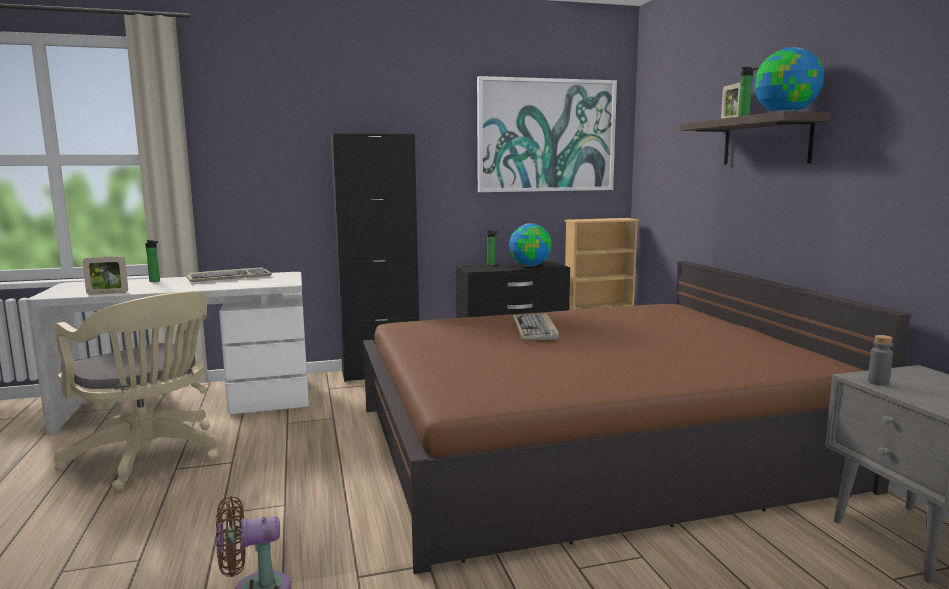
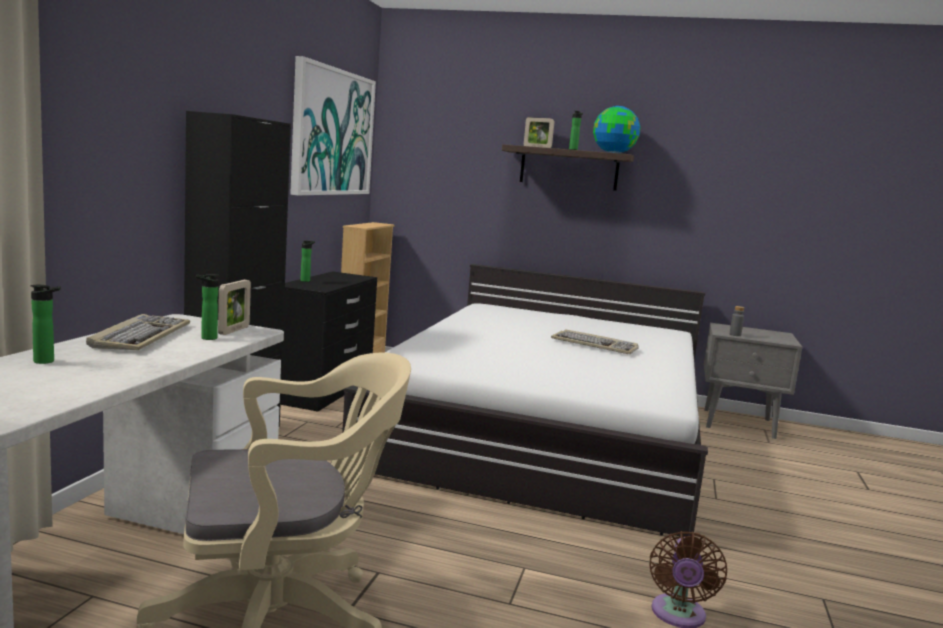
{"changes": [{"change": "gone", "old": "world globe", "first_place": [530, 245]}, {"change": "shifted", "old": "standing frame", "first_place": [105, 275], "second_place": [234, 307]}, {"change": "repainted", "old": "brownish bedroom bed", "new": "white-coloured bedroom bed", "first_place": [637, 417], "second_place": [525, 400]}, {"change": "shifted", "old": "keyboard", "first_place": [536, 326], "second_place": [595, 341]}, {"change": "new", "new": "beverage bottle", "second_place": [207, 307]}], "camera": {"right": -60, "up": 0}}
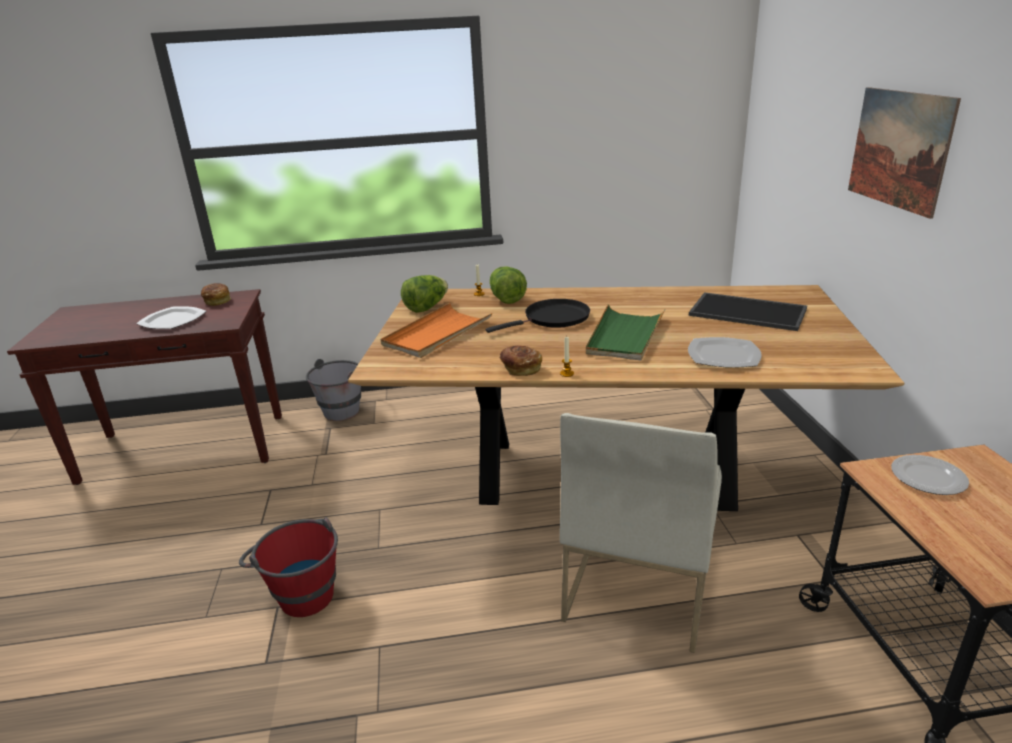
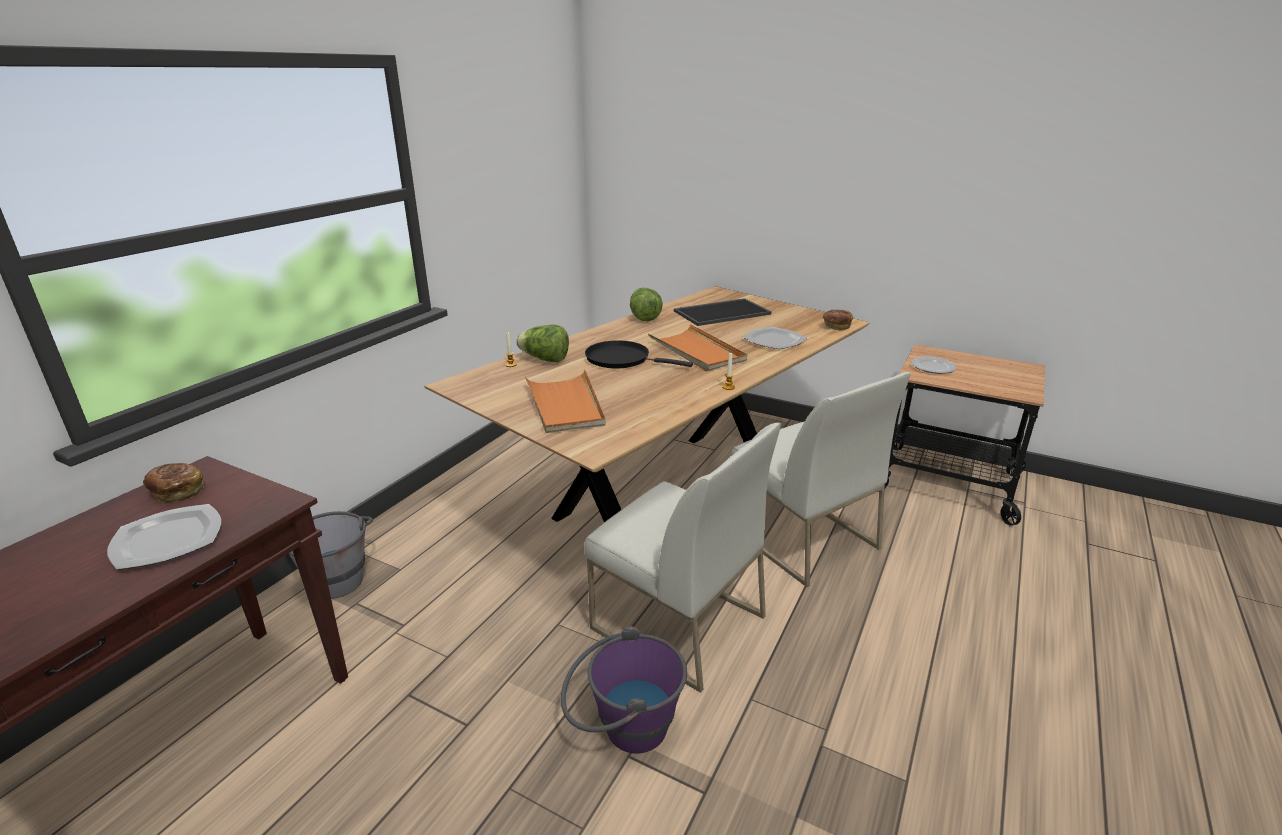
{"changes": [{"change": "gone", "old": "wall picture", "first_place": [904, 153]}, {"change": "shifted", "old": "head of lettuce", "first_place": [424, 294], "second_place": [646, 304]}, {"change": "rotated", "old": "blackish pan", "first_place": [538, 316], "second_place": [639, 354], "degrees": -75}, {"change": "repainted", "old": "greenish tray", "new": "orange-coloured tray", "first_place": [626, 332], "second_place": [697, 347]}, {"change": "shifted", "old": "baked bread", "first_place": [521, 361], "second_place": [838, 320]}, {"change": "repainted", "old": "reddish water bucket", "new": "purple-coloured water bucket", "first_place": [288, 567], "second_place": [624, 689]}, {"change": "new", "new": "white-coloured upright chair", "second_place": [682, 558]}], "camera": {"right": -55, "up": 0}}
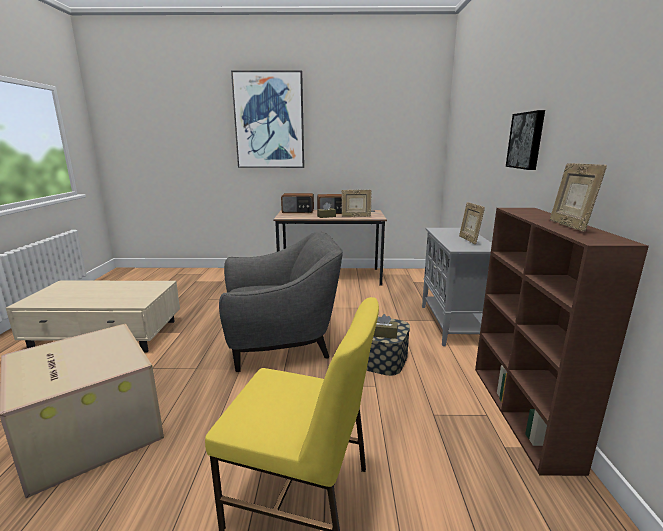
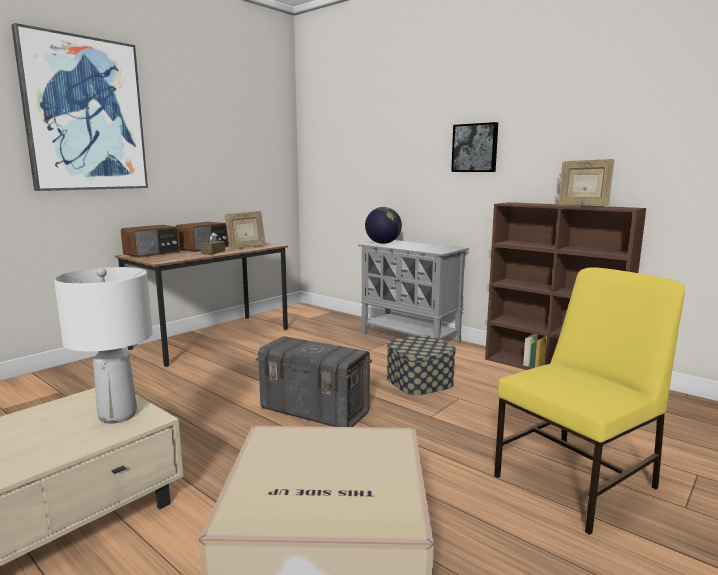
{"changes": [{"change": "gone", "old": "standing frame", "first_place": [472, 223]}, {"change": "swapped", "old": "grey armchair", "new": "grey storage container", "first_place": [281, 301], "second_place": [314, 381]}, {"change": "gone", "old": "brownish box of tissues", "first_place": [385, 326]}, {"change": "new", "new": "world globe", "second_place": [383, 225]}, {"change": "new", "new": "white-coloured lamp for a table", "second_place": [103, 345]}], "camera": {"right": -50, "up": -5}}
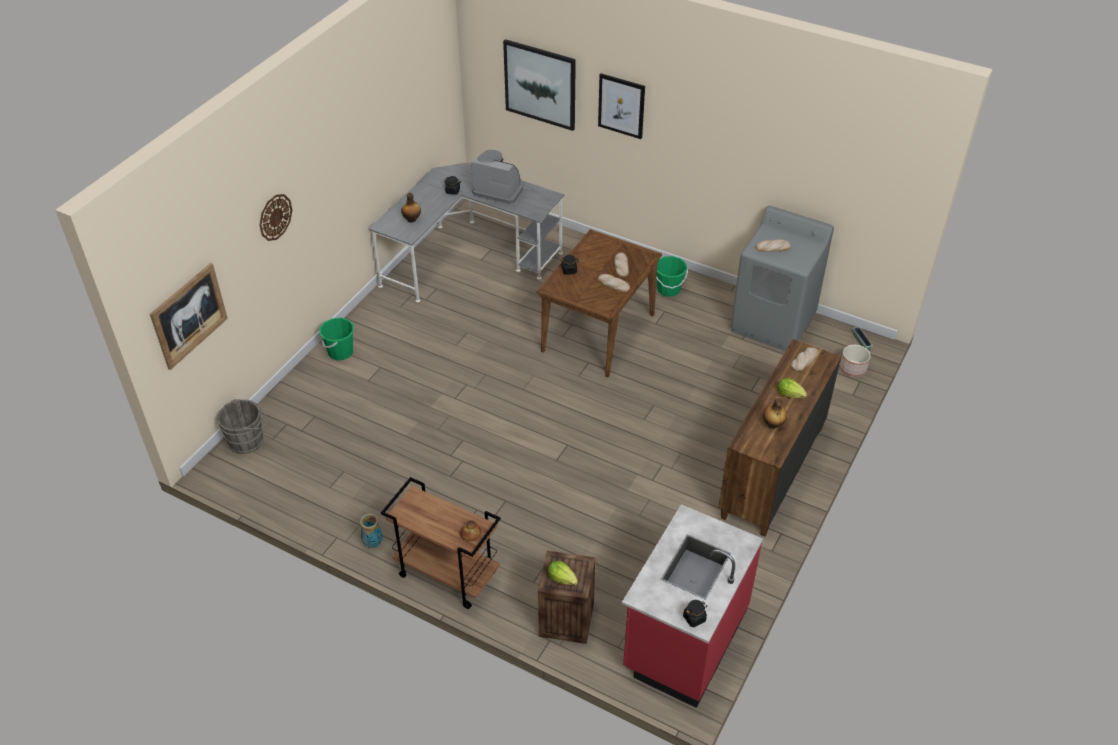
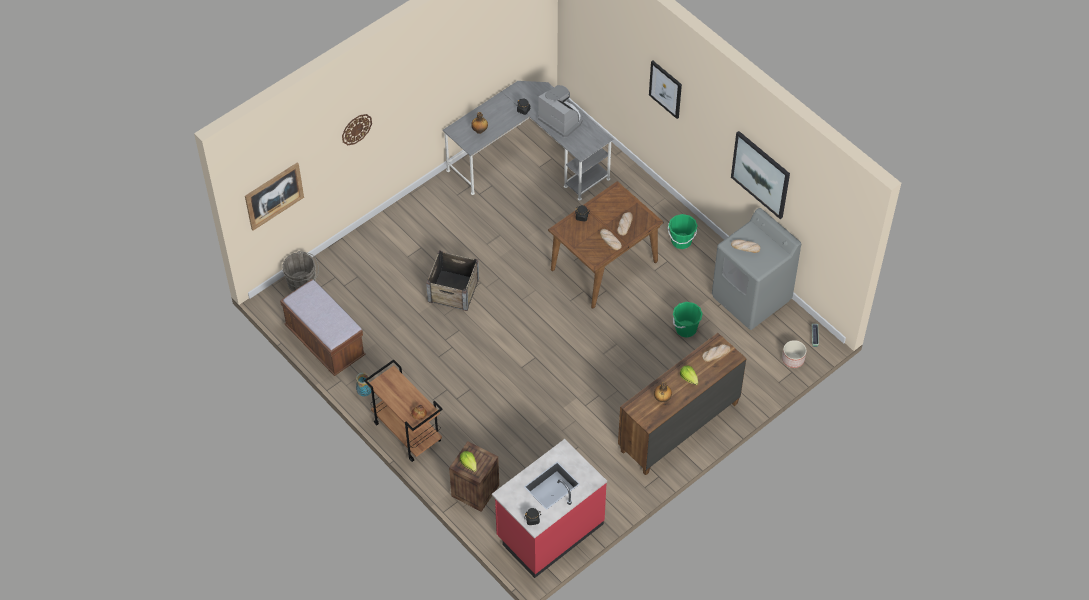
{"changes": [{"change": "shifted", "old": "wall picture", "first_place": [539, 85], "second_place": [760, 175]}, {"change": "shifted", "old": "greenish water bucket", "first_place": [336, 339], "second_place": [688, 320]}, {"change": "new", "new": "packing crate", "second_place": [452, 281]}, {"change": "new", "new": "brownish indoor bench", "second_place": [323, 327]}], "camera": {"right": 20, "up": 10}}
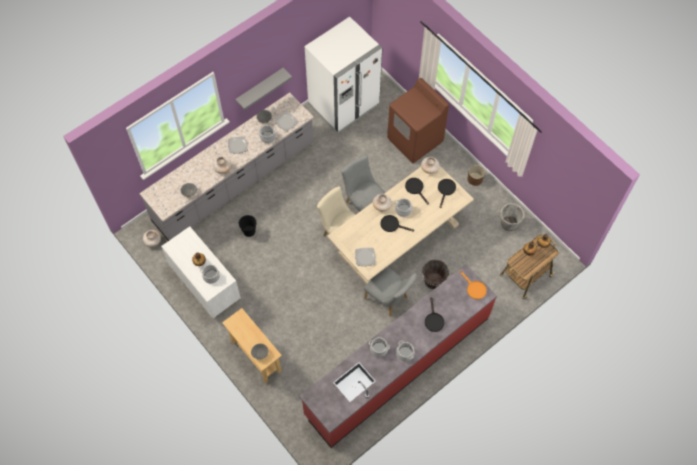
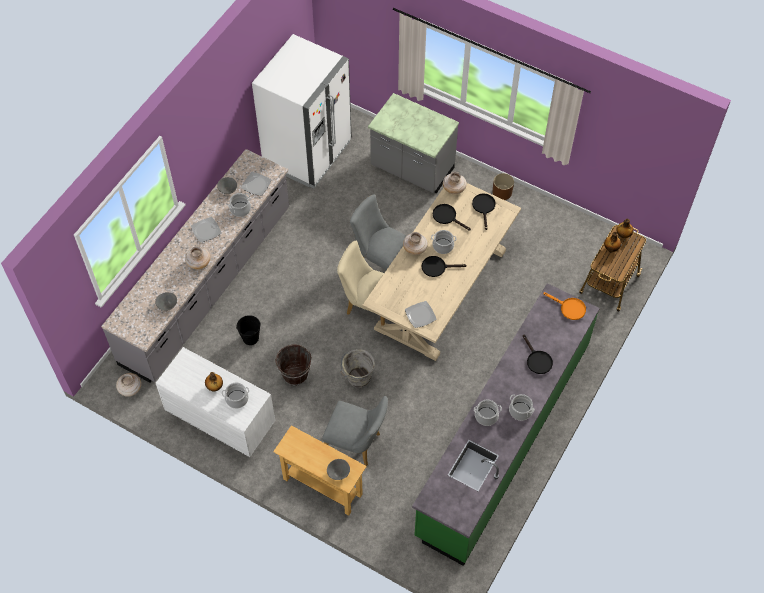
{"changes": [{"change": "gone", "old": "grey bracket shelf", "first_place": [263, 89]}, {"change": "swapped", "old": "brownish laundry appliance", "new": "grey counter", "first_place": [418, 120], "second_place": [413, 143]}, {"change": "shifted", "old": "grey water bucket", "first_place": [511, 217], "second_place": [357, 368]}, {"change": "shifted", "old": "brownish water bucket", "first_place": [436, 275], "second_place": [293, 365]}, {"change": "repainted", "old": "reddish counter", "new": "greenish counter", "first_place": [398, 356], "second_place": [506, 424]}, {"change": "shifted", "old": "grey upright chair", "first_place": [390, 292], "second_place": [355, 431]}], "camera": {"right": -20, "up": -5}}
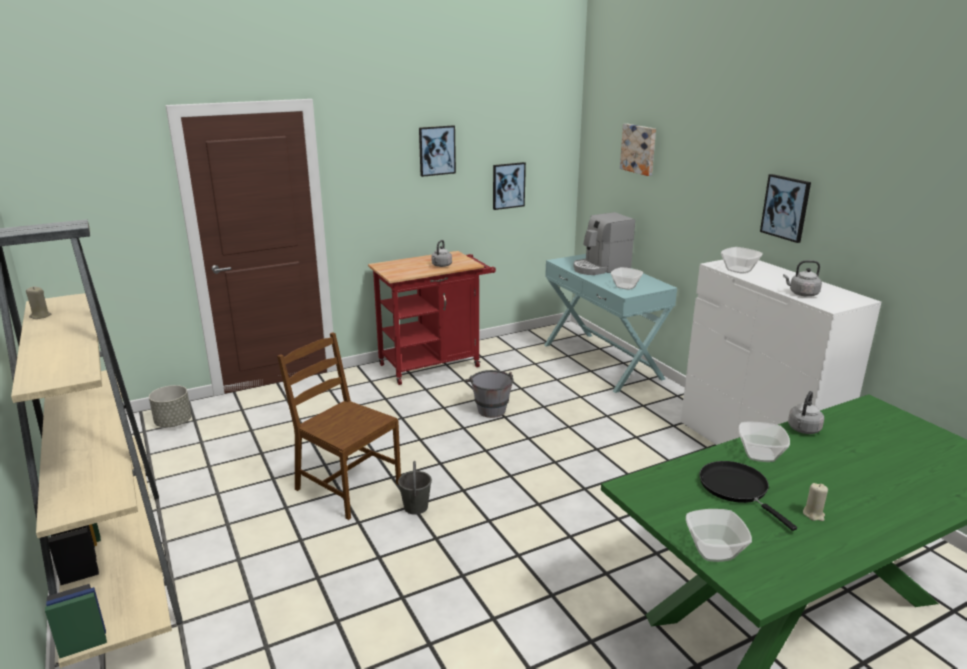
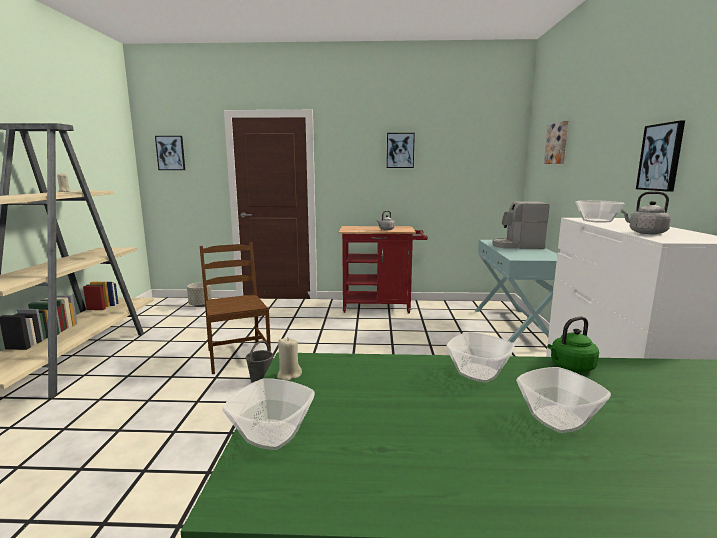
{"changes": [{"change": "shifted", "old": "wall picture", "first_place": [509, 186], "second_place": [170, 153]}, {"change": "shifted", "old": "bowl", "first_place": [627, 278], "second_place": [563, 400]}, {"change": "gone", "old": "grey water bucket", "first_place": [489, 394]}, {"change": "repainted", "old": "grey tea kettle", "new": "greenish tea kettle", "first_place": [806, 412], "second_place": [573, 344]}, {"change": "gone", "old": "blackish pan", "first_place": [748, 496]}, {"change": "shifted", "old": "beige-coloured wax light", "first_place": [815, 502], "second_place": [289, 359]}], "camera": {"right": 30, "up": -10}}
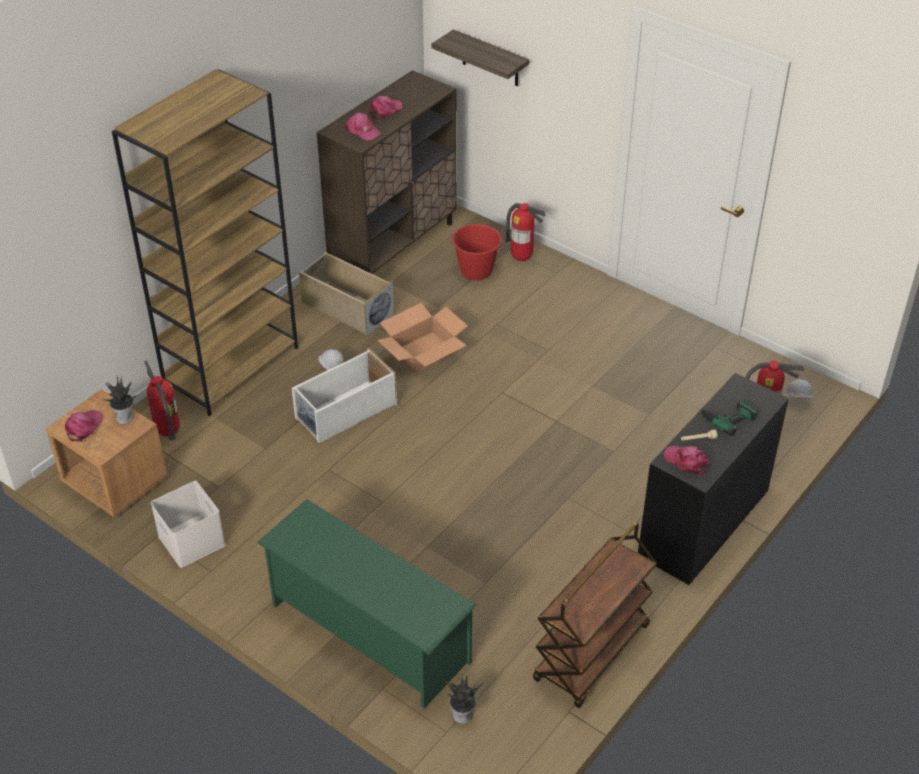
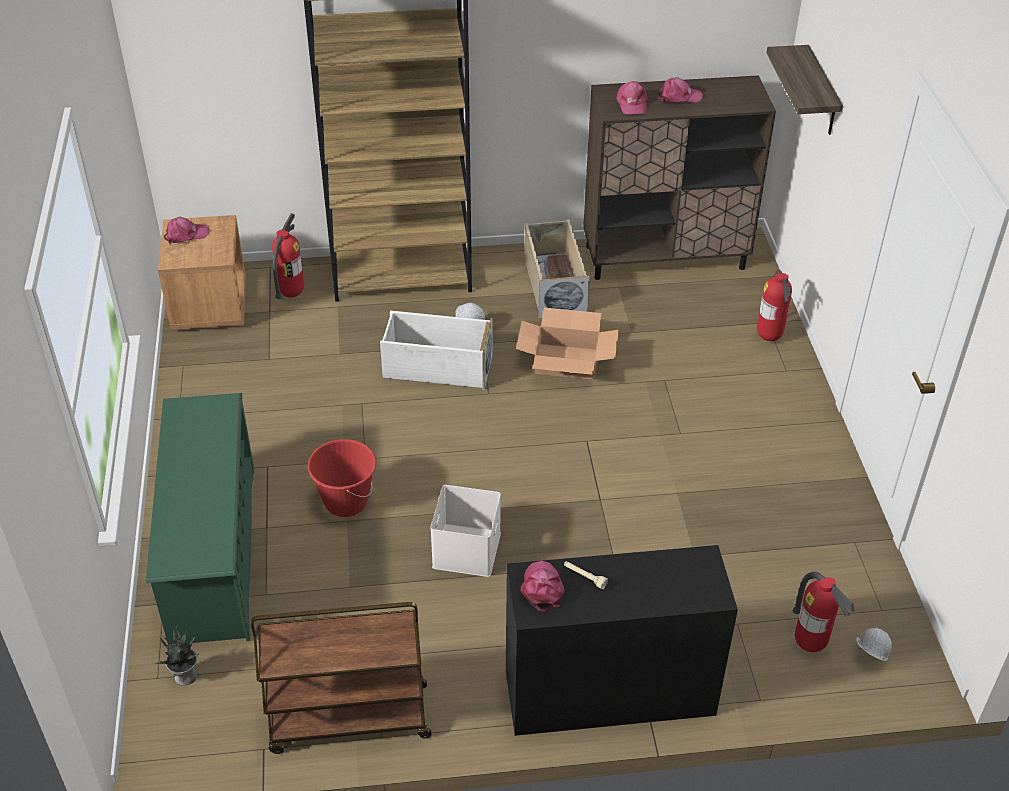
{"changes": [{"change": "shifted", "old": "reddish water bucket", "first_place": [477, 252], "second_place": [341, 478]}, {"change": "gone", "old": "houseplant", "first_place": [120, 399]}, {"change": "gone", "old": "power drill", "first_place": [726, 418]}, {"change": "shifted", "old": "white-coloured storage container", "first_place": [188, 524], "second_place": [465, 531]}], "camera": {"right": 45, "up": 0}}
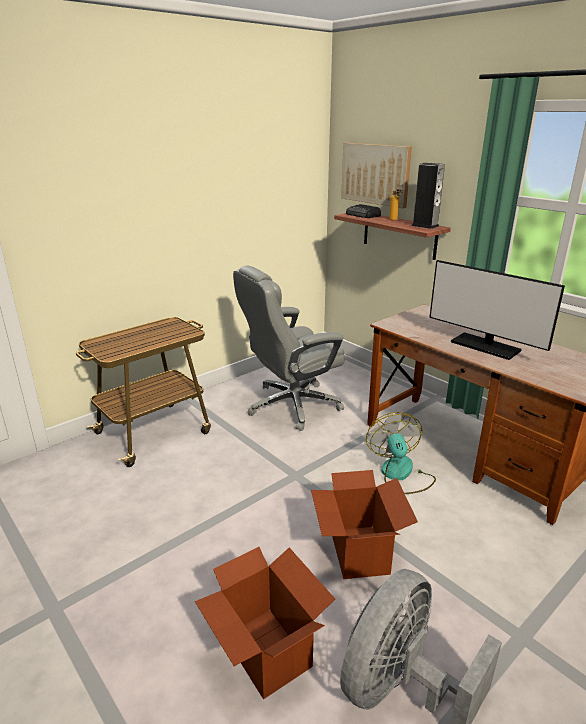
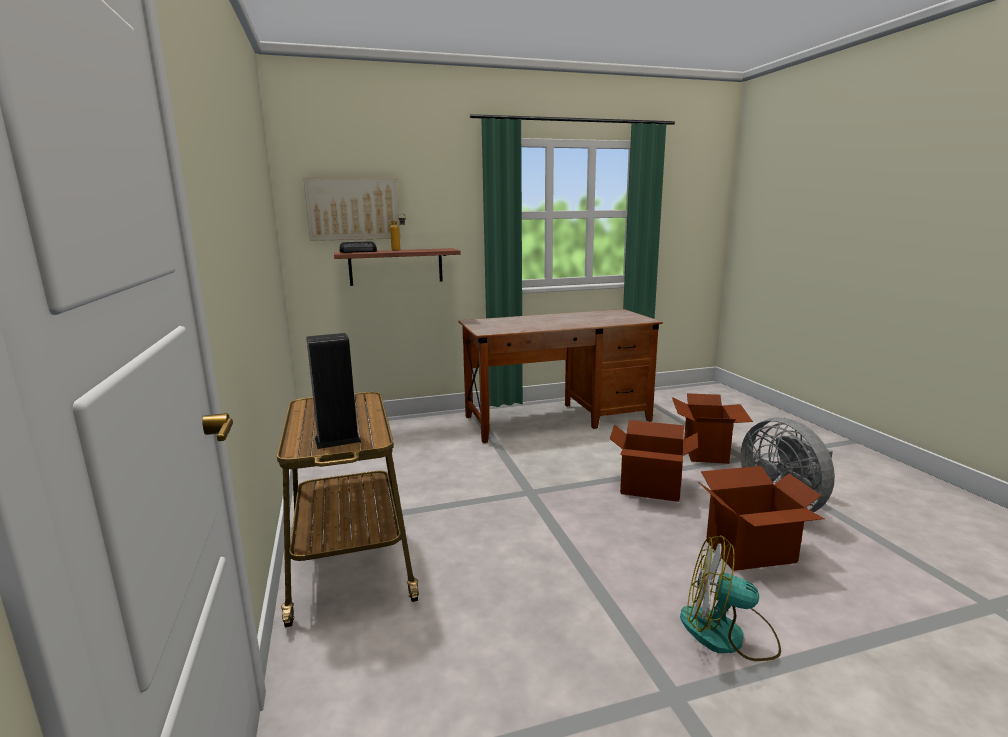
{"changes": [{"change": "shifted", "old": "loudspeaker", "first_place": [428, 196], "second_place": [333, 391]}, {"change": "gone", "old": "computer screen", "first_place": [497, 310]}, {"change": "gone", "old": "grey office chair", "first_place": [289, 348]}, {"change": "shifted", "old": "electric fan", "first_place": [401, 453], "second_place": [730, 598]}, {"change": "new", "new": "cardboard box", "second_place": [712, 428]}], "camera": {"right": -65, "up": -10}}
